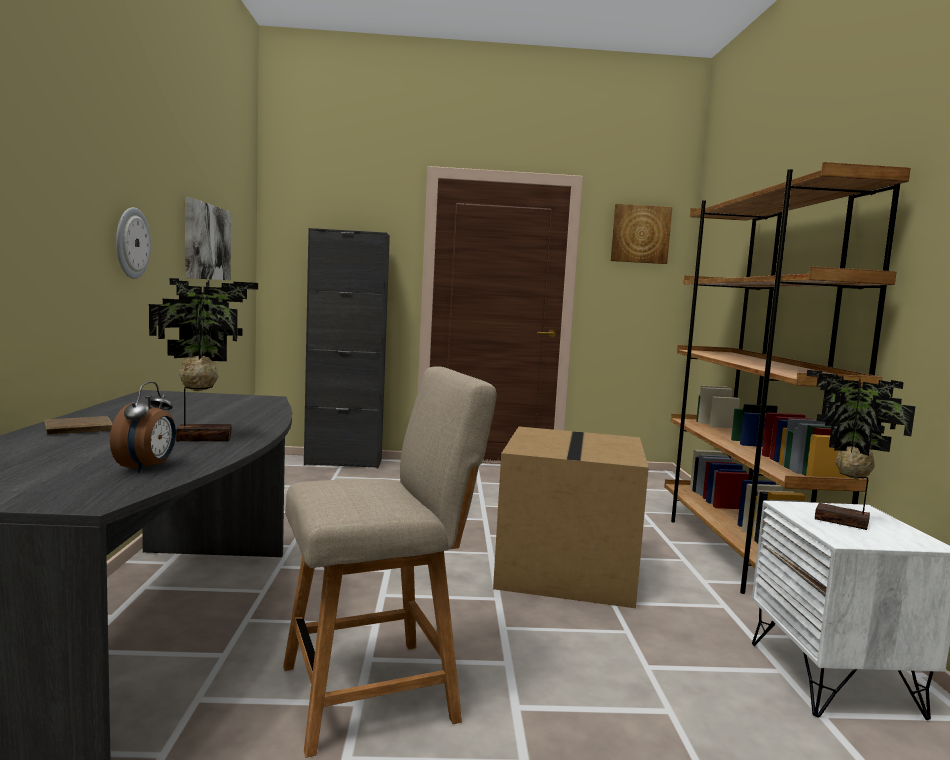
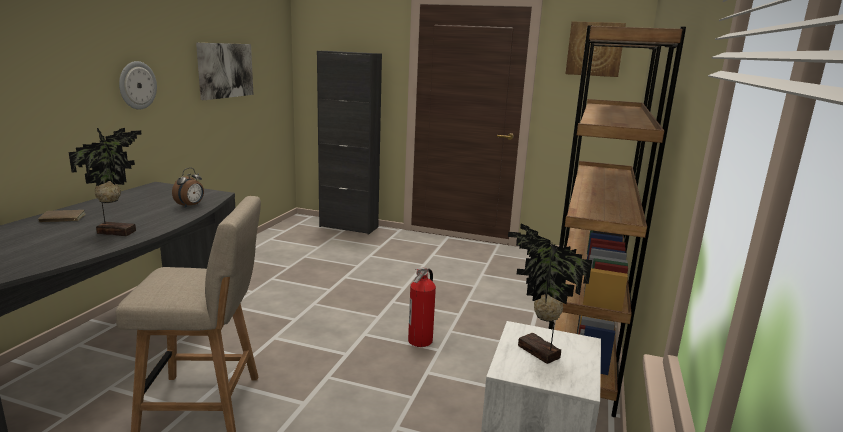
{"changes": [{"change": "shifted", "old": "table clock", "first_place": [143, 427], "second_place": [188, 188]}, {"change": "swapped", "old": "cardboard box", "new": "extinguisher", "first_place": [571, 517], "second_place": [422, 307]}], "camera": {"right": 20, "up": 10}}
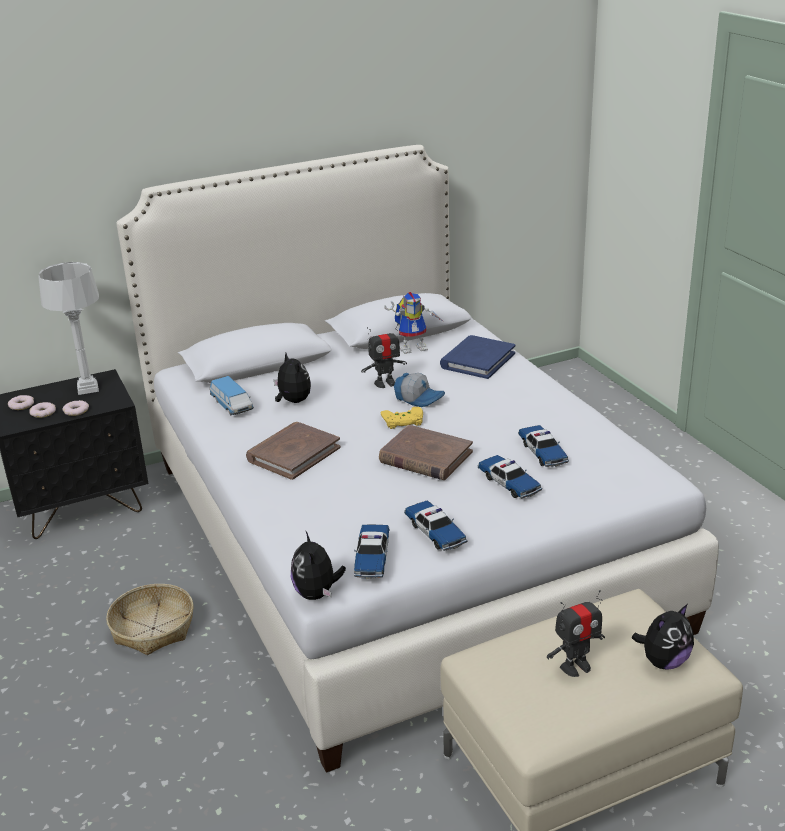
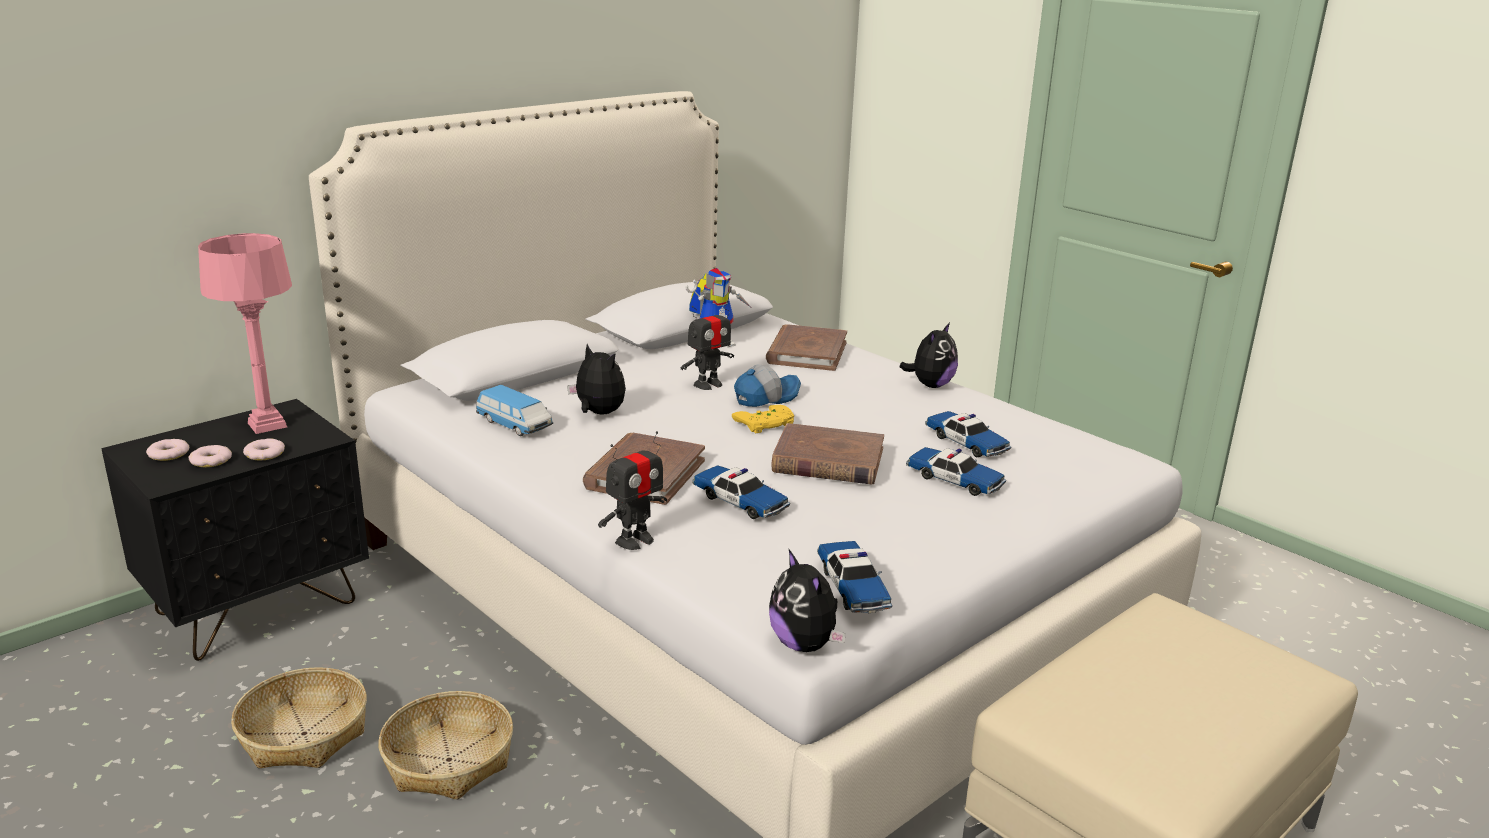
{"changes": [{"change": "repainted", "old": "grey lamp for a table", "new": "pink-coloured lamp for a table", "first_place": [68, 328], "second_place": [245, 333]}, {"change": "repainted", "old": "bluish book", "new": "brownish book", "first_place": [477, 357], "second_place": [806, 347]}, {"change": "rotated", "old": "baseball cap", "first_place": [419, 390], "second_place": [767, 386], "degrees": -45}, {"change": "shifted", "old": "toy car", "first_place": [435, 525], "second_place": [741, 492]}, {"change": "shifted", "old": "model robot", "first_place": [576, 633], "second_place": [632, 490]}, {"change": "shifted", "old": "plush toy", "first_place": [663, 637], "second_place": [928, 355]}, {"change": "new", "new": "basket", "second_place": [299, 717]}], "camera": {"right": -20, "up": -5}}
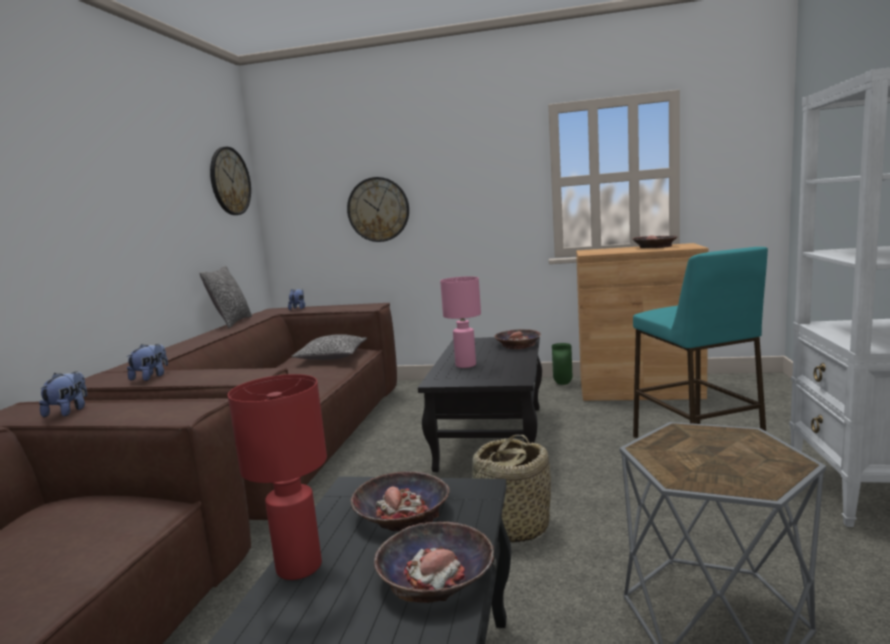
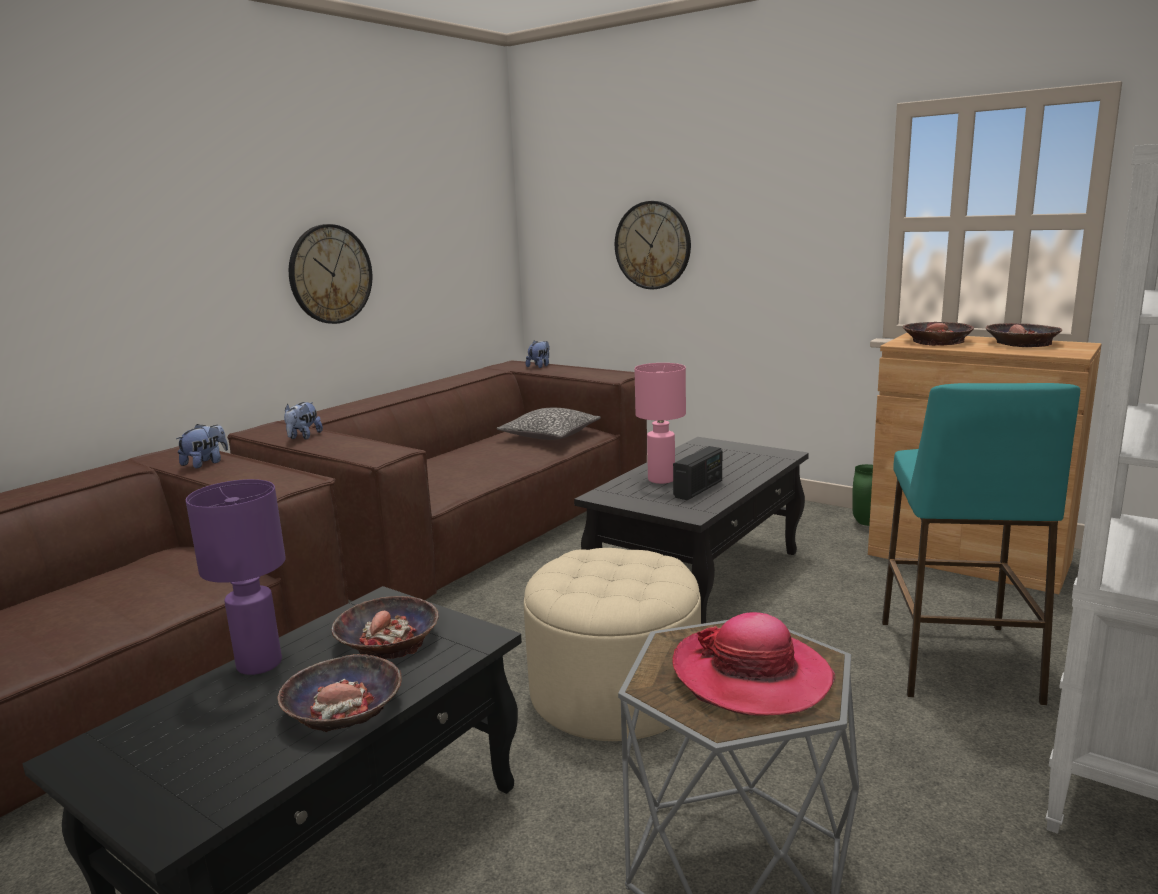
{"changes": [{"change": "shifted", "old": "hanging clock", "first_place": [230, 181], "second_place": [330, 274]}, {"change": "gone", "old": "cushion", "first_place": [226, 297]}, {"change": "shifted", "old": "bowl", "first_place": [517, 339], "second_place": [938, 334]}, {"change": "rotated", "old": "plush toy", "first_place": [147, 362], "second_place": [303, 420], "degrees": 150}, {"change": "repainted", "old": "reddish lamp for a table", "new": "purple-coloured lamp for a table", "first_place": [277, 477], "second_place": [236, 577]}, {"change": "swapped", "old": "basket", "new": "beige-coloured pouffe", "first_place": [511, 488], "second_place": [612, 644]}, {"change": "new", "new": "radio", "second_place": [697, 473]}, {"change": "new", "new": "wearable hat", "second_place": [753, 664]}], "camera": {"right": 25, "up": 5}}
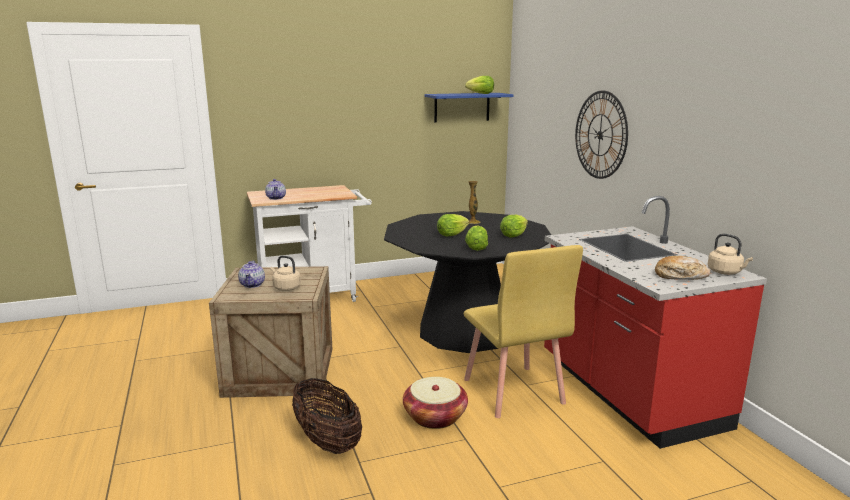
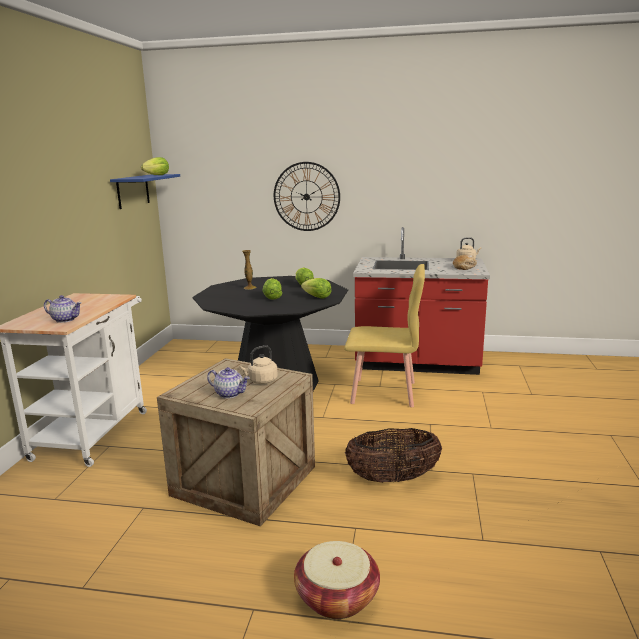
{"changes": [{"change": "shifted", "old": "basket", "first_place": [435, 403], "second_place": [337, 580]}], "camera": {"right": -60, "up": 0}}
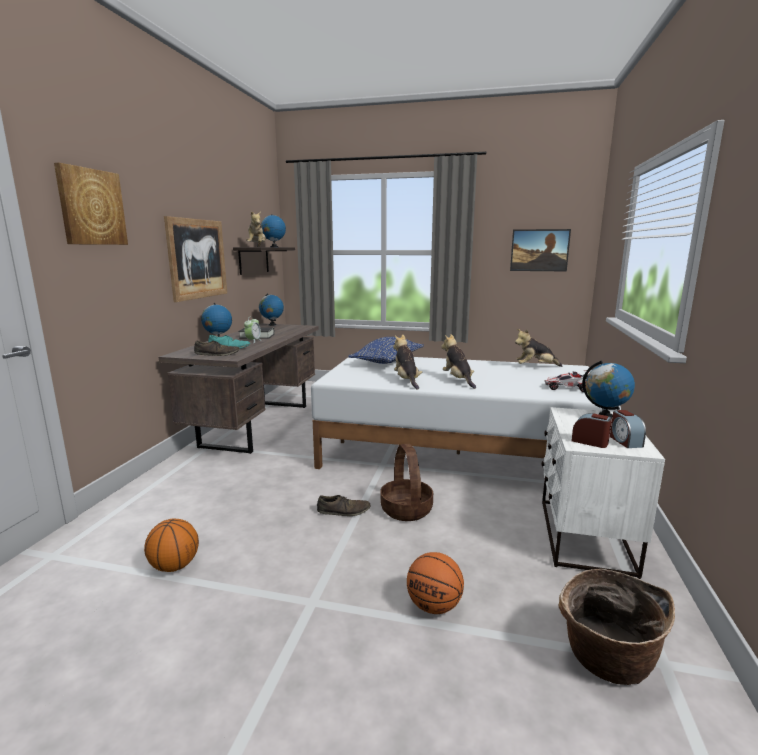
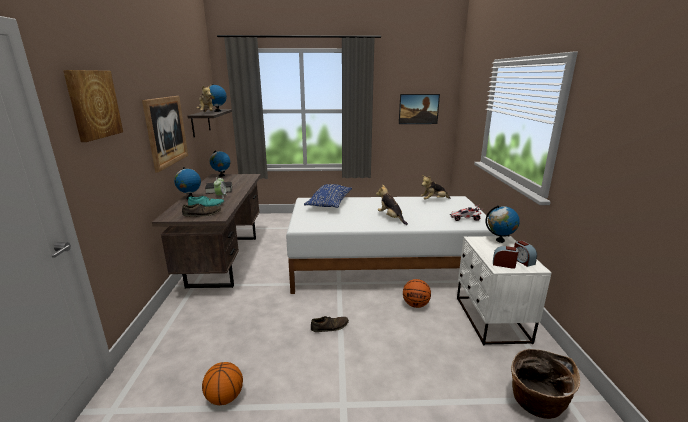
{"changes": [{"change": "gone", "old": "plush toy", "first_place": [408, 362]}, {"change": "gone", "old": "basket", "first_place": [406, 482]}, {"change": "shifted", "old": "ball for basketball", "first_place": [435, 583], "second_place": [417, 293]}], "camera": {"right": -15, "up": 5}}
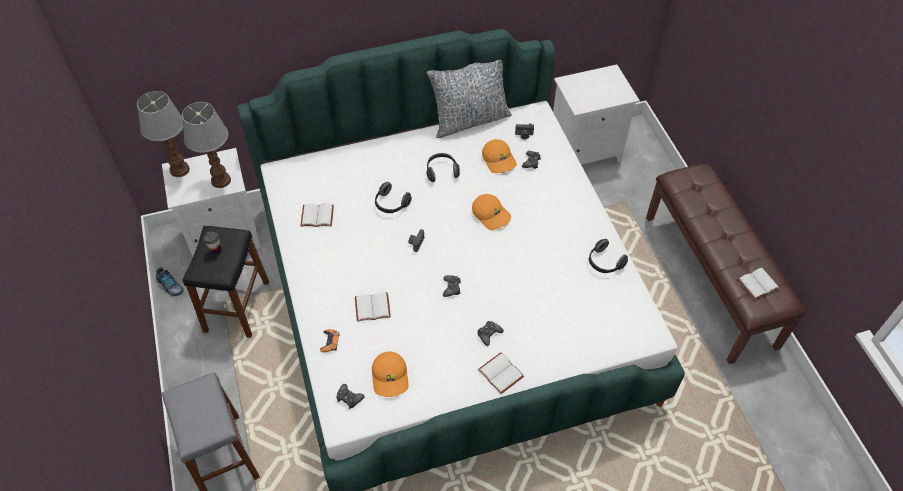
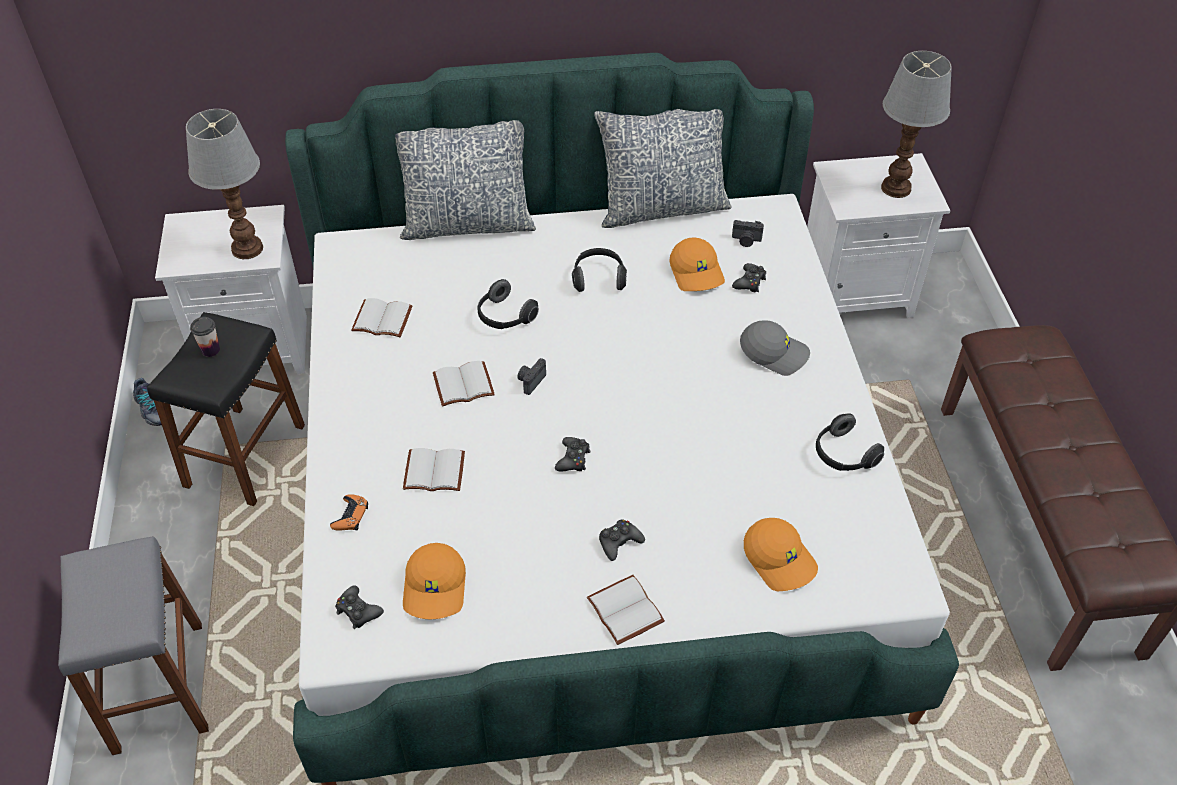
{"changes": [{"change": "shifted", "old": "lamp for a table", "first_place": [163, 134], "second_place": [916, 124]}, {"change": "shifted", "old": "orange-coloured baseball cap", "first_place": [491, 212], "second_place": [781, 554]}, {"change": "shifted", "old": "white-coloured book", "first_place": [759, 283], "second_place": [464, 384]}, {"change": "new", "new": "cushion", "second_place": [465, 180]}, {"change": "new", "new": "grey baseball cap", "second_place": [775, 348]}], "camera": {"right": 10, "up": -5}}
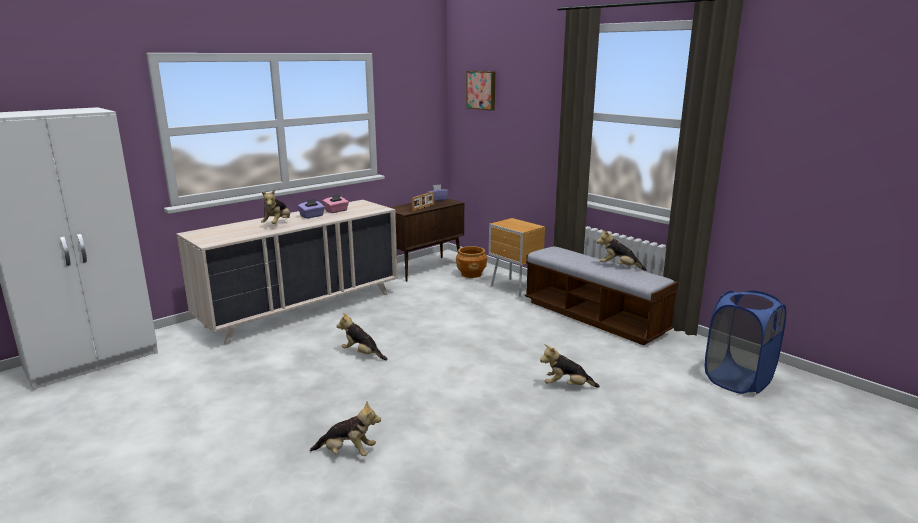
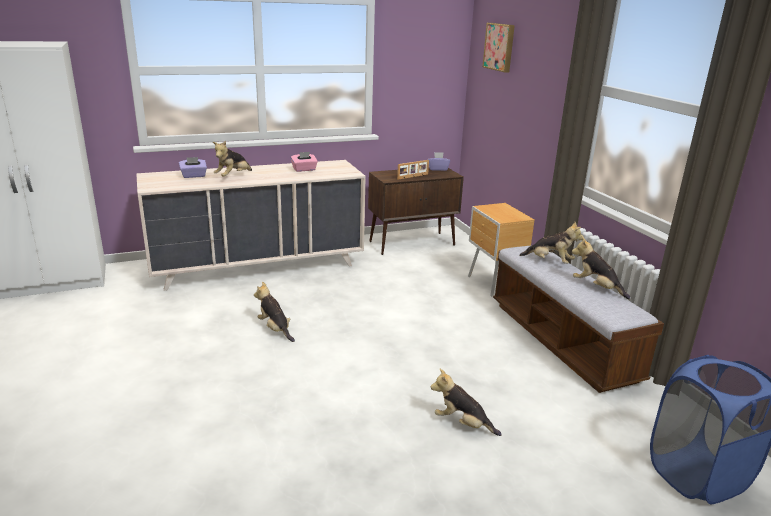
{"changes": [{"change": "shifted", "old": "purple-coloured box of tissues", "first_place": [311, 208], "second_place": [193, 167]}, {"change": "gone", "old": "brownish plant pot", "first_place": [471, 262]}, {"change": "shifted", "old": "plush toy", "first_place": [345, 428], "second_place": [551, 242]}], "camera": {"right": 20, "up": 5}}
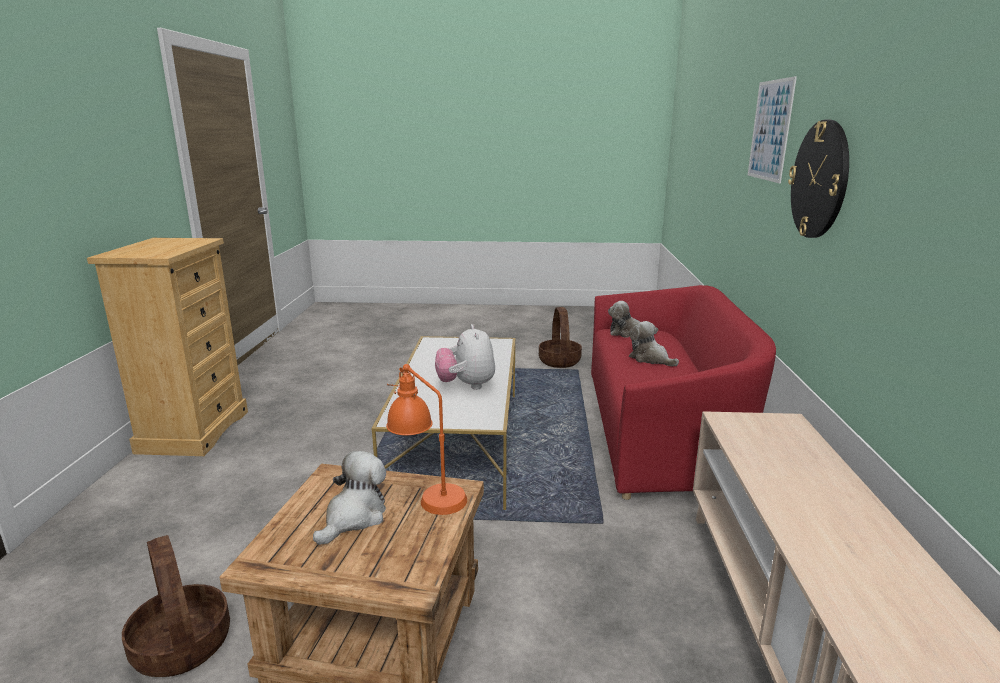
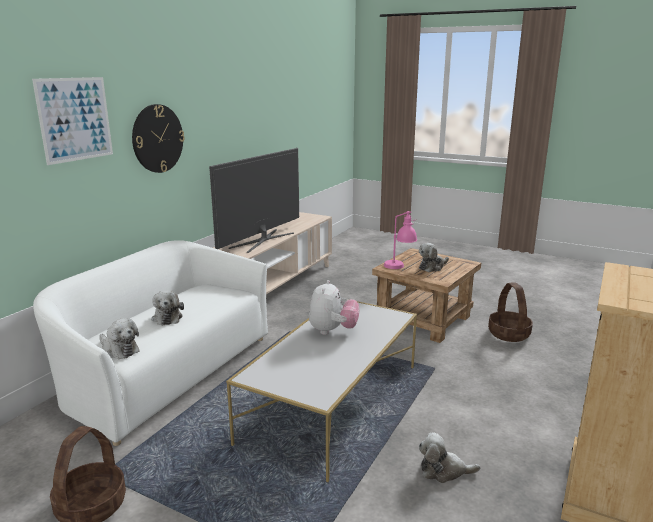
{"changes": [{"change": "repainted", "old": "reddish sofa", "new": "white-coloured sofa", "first_place": [683, 392], "second_place": [150, 343]}, {"change": "repainted", "old": "orange-coloured lamp for a table", "new": "pink-coloured lamp for a table", "first_place": [426, 439], "second_place": [400, 240]}, {"change": "new", "new": "TV", "second_place": [254, 200]}, {"change": "new", "new": "plush toy", "second_place": [450, 457]}], "camera": {"right": -155, "up": 0}}
